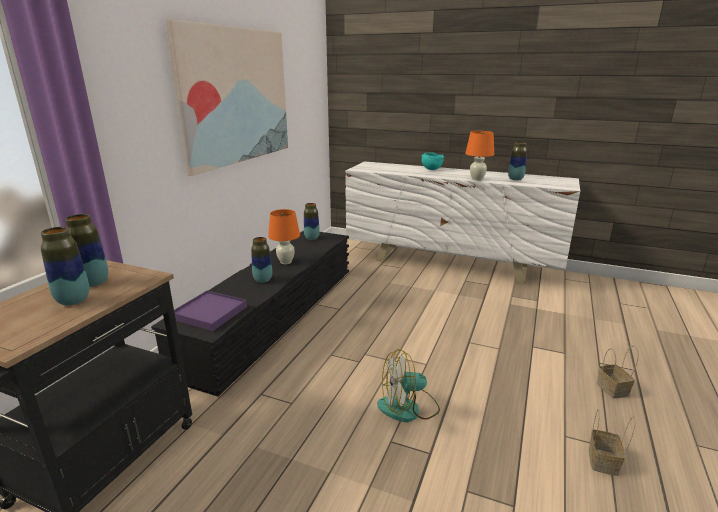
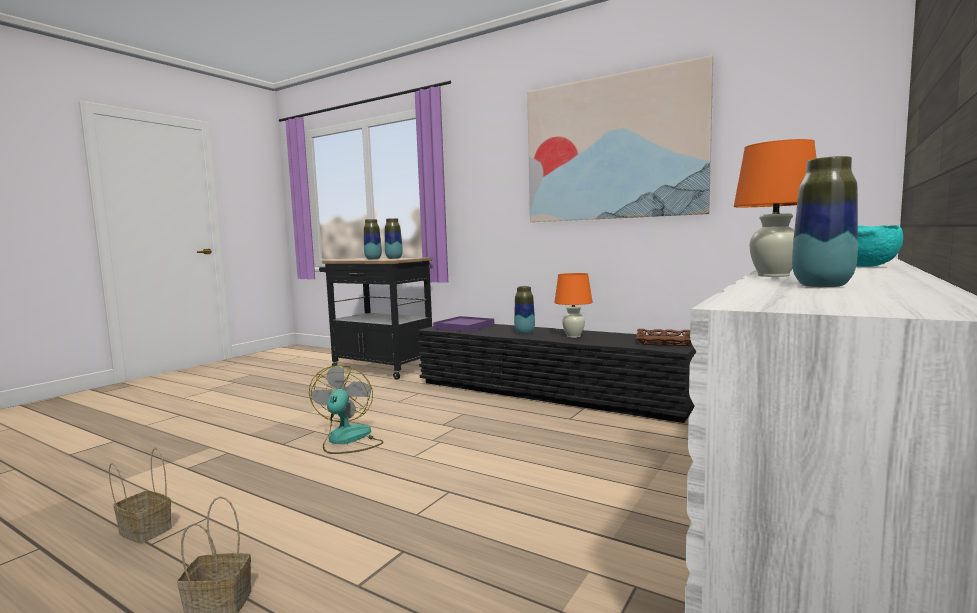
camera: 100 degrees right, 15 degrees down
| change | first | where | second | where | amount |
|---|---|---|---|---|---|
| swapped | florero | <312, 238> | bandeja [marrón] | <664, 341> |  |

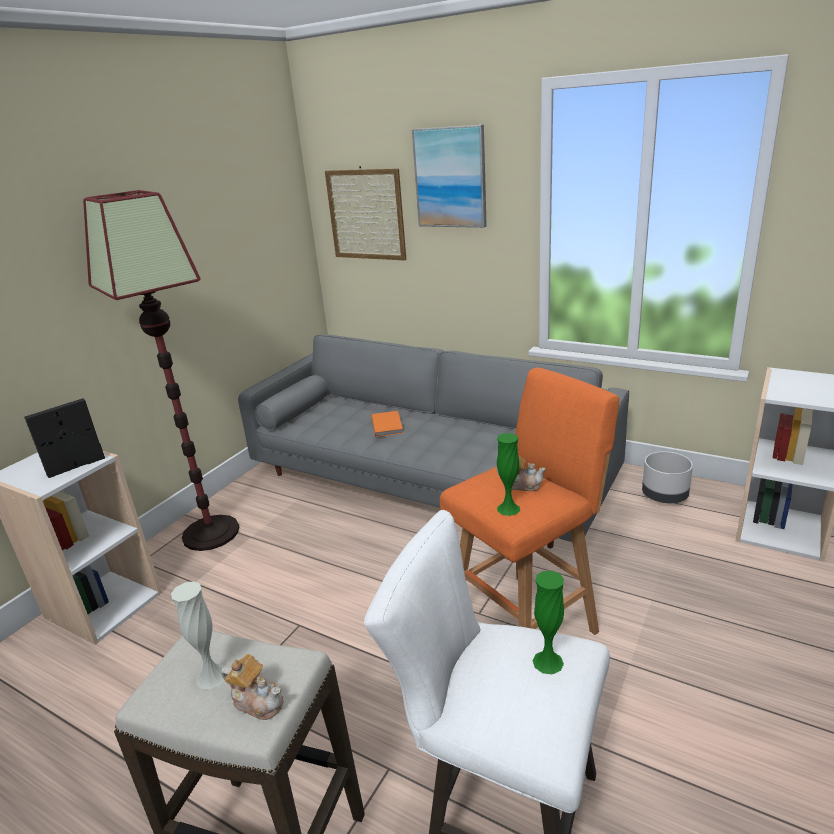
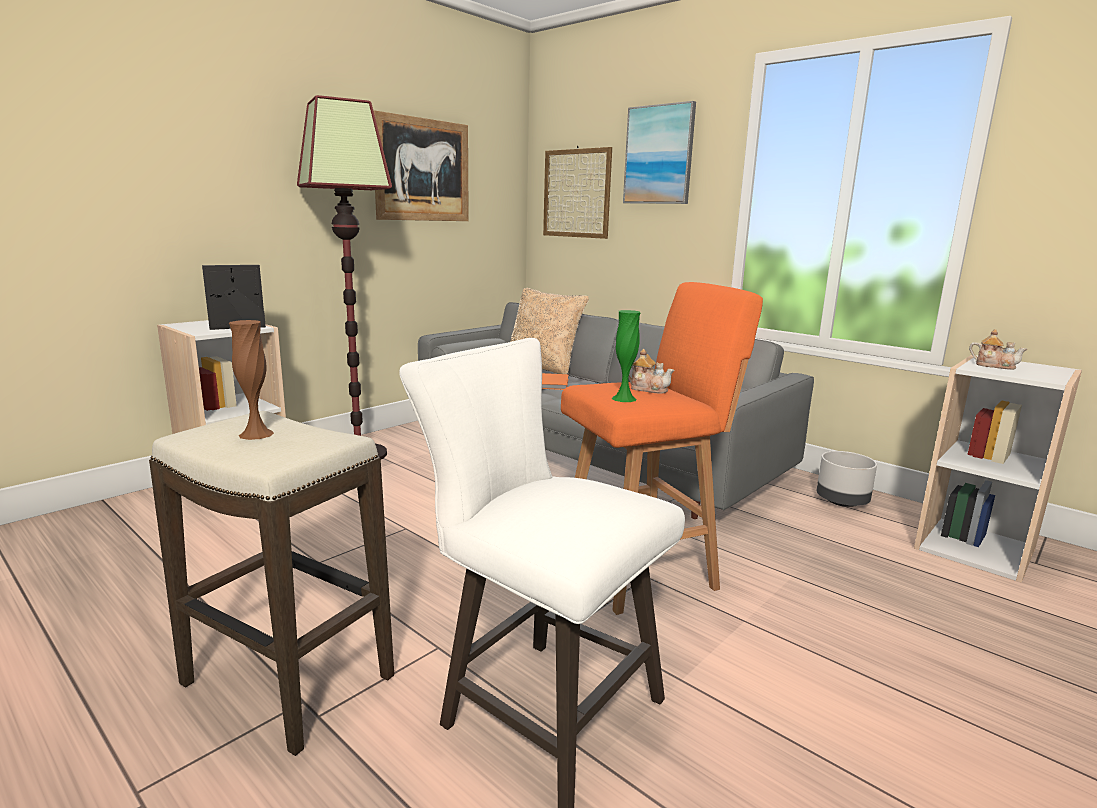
camera: 10 degrees right, 10 degrees down
| change | first | where | second | where | amount |
|---|---|---|---|---|---|
| gone | florero [verde] | <548, 662> |  |  |  |
| new |  |  | cuadro | <422, 170> |  |
| new |  |  | cojín [beis] | <543, 370> |  |
| shifted | tetera | <258, 701> |  | <994, 366> |  |
| repainted | florero [blanco] | <211, 676> | florero [marrón] | <256, 434> |  |

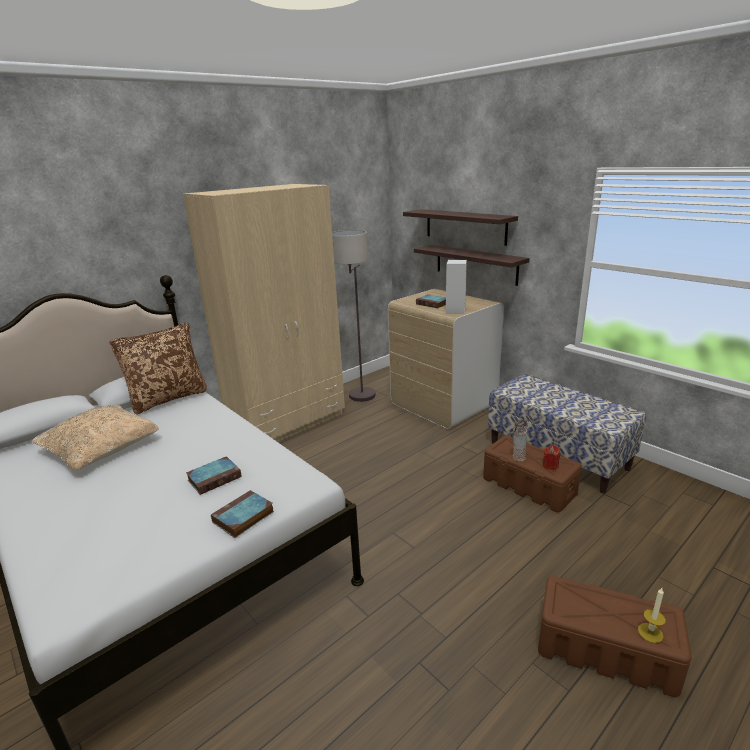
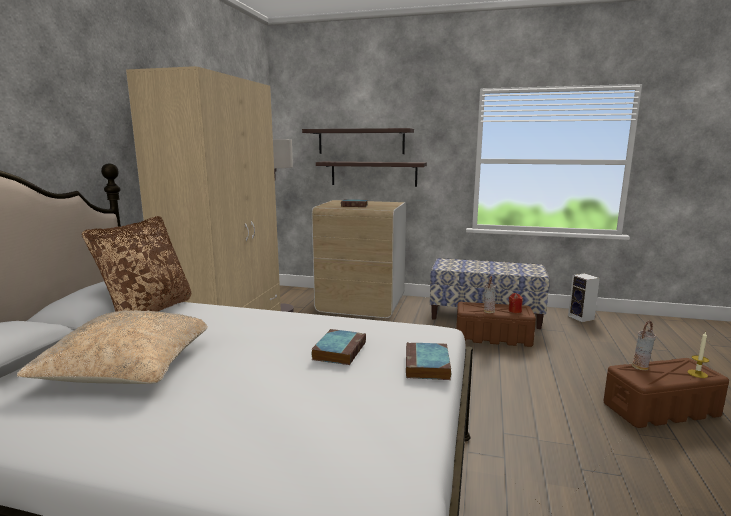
camera: 35 degrees left, 10 degrees down
| change | first | where | second | where | amount |
|---|---|---|---|---|---|
| new |  |  | florero | <640, 367> |  |
| shifted | altavoz | <456, 311> |  | <582, 318> |  |

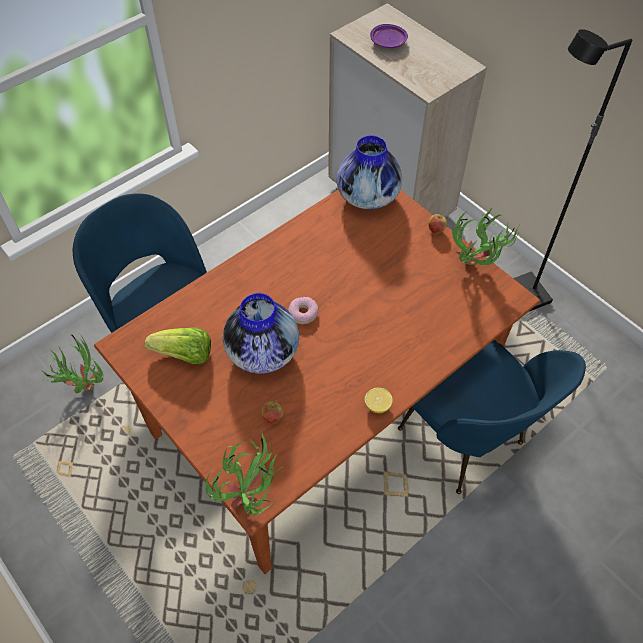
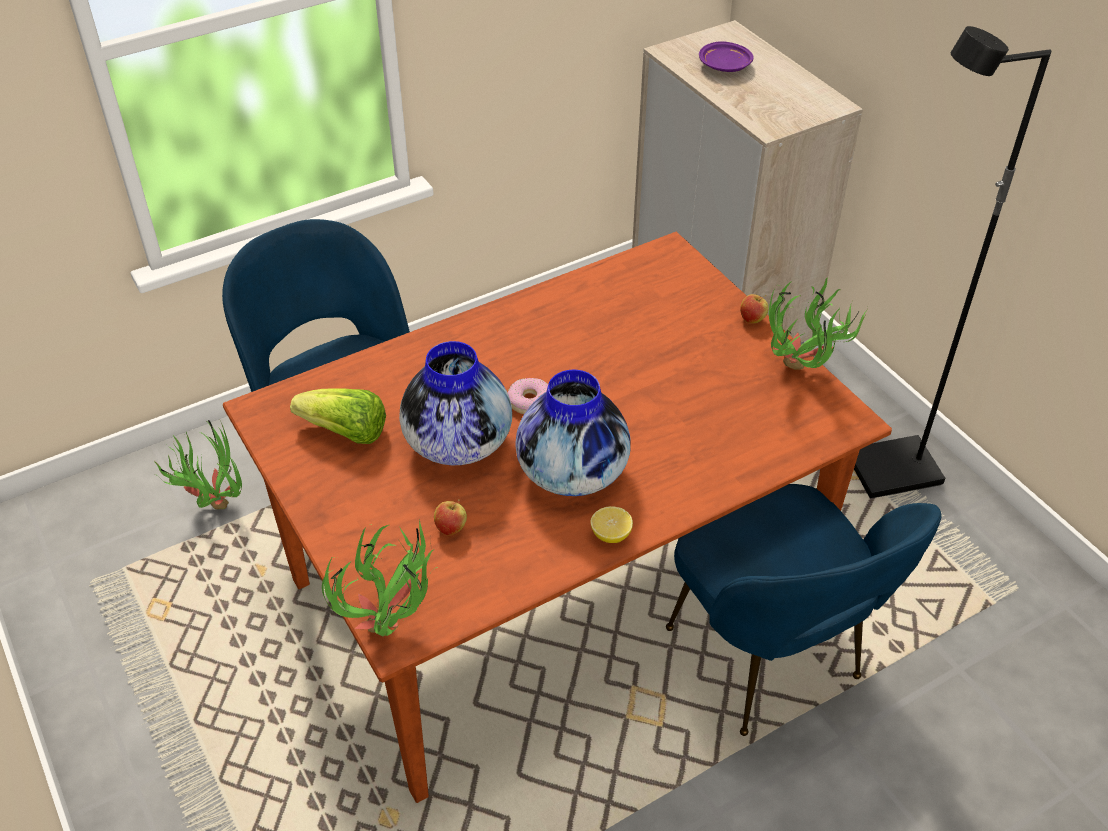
camera: 10 degrees right, 10 degrees down
| change | first | where | second | where | amount |
|---|---|---|---|---|---|
| shifted | florero | <368, 197> |  | <573, 473> |  |

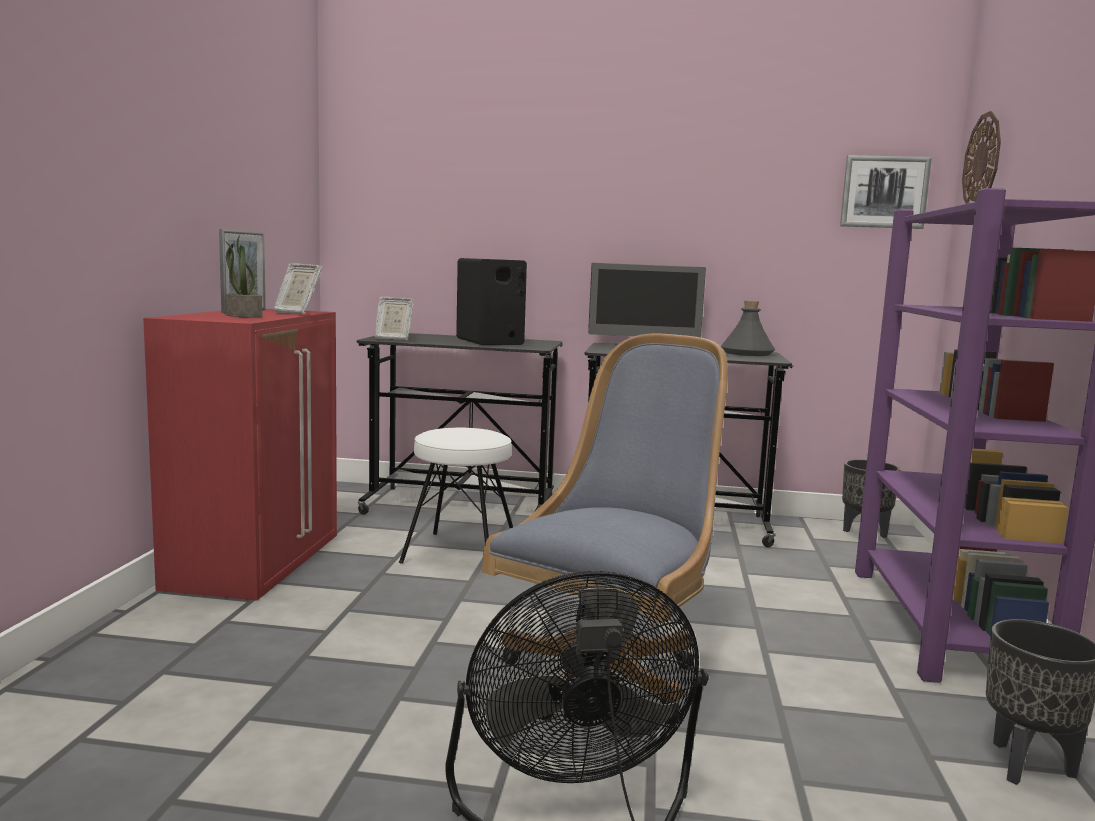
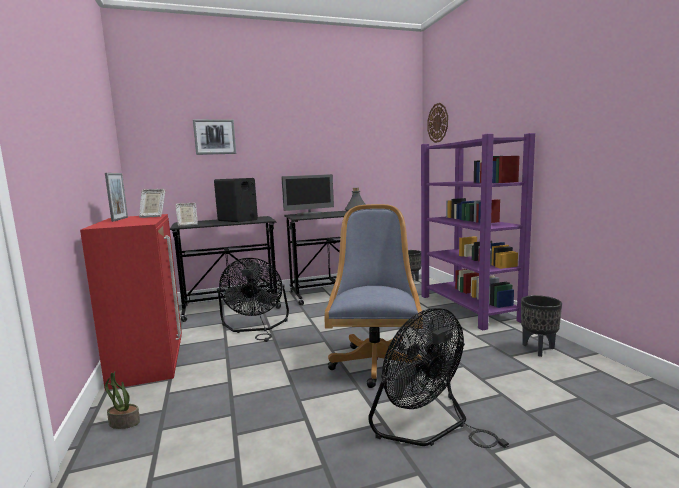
camera: 25 degrees left, 0 degrees up
| change | first | where | second | where | amount |
|---|---|---|---|---|---|
| shifted | planta en maceta | <242, 315> |  | <123, 423> |  |
| shifted | cuadro | <884, 192> |  | <214, 137> |  |
| swapped | taburete [blanco] | <460, 553> | ventilador [negro] | <255, 327> |  |

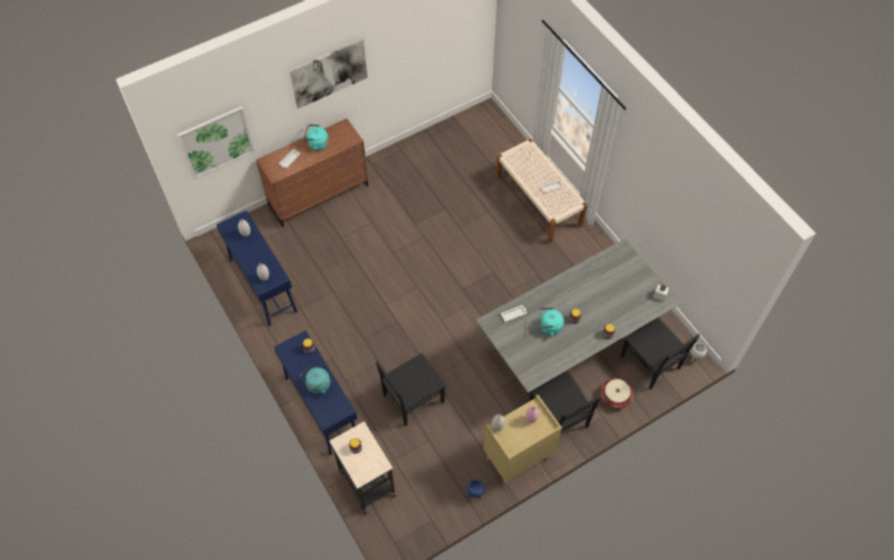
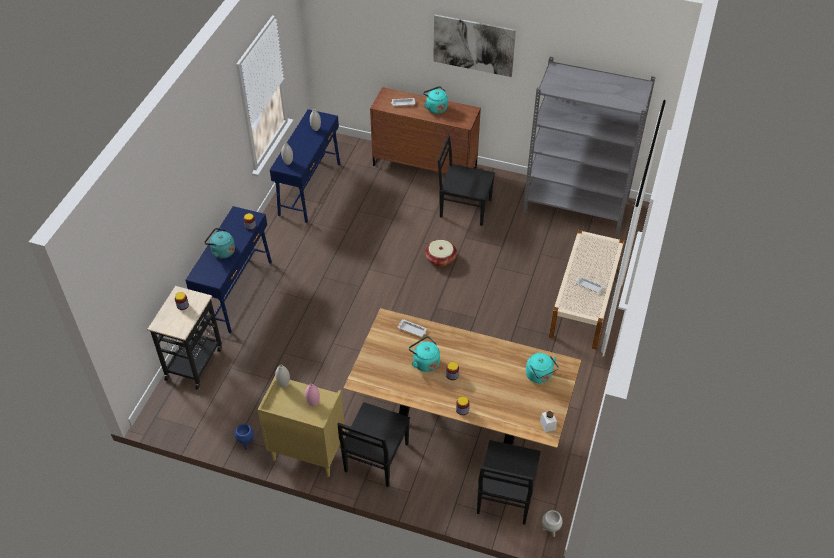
camera: 50 degrees right, 10 degrees down
| change | first | where | second | where | amount |
|---|---|---|---|---|---|
| gone | cuadro | <216, 142> |  |  |  |
| new |  |  | estantería [gris] | <575, 205> |  |
| new |  |  | hervidor [turquesa] | <540, 376> |  |
| shifted | silla [negro] | <412, 399> |  | <464, 208> |  |
| shifted | cesta | <615, 397> |  | <440, 259> |  |
| repainted | mesa de comedor [gris] | <570, 344> | mesa de comedor [marrón] | <461, 419> |  |

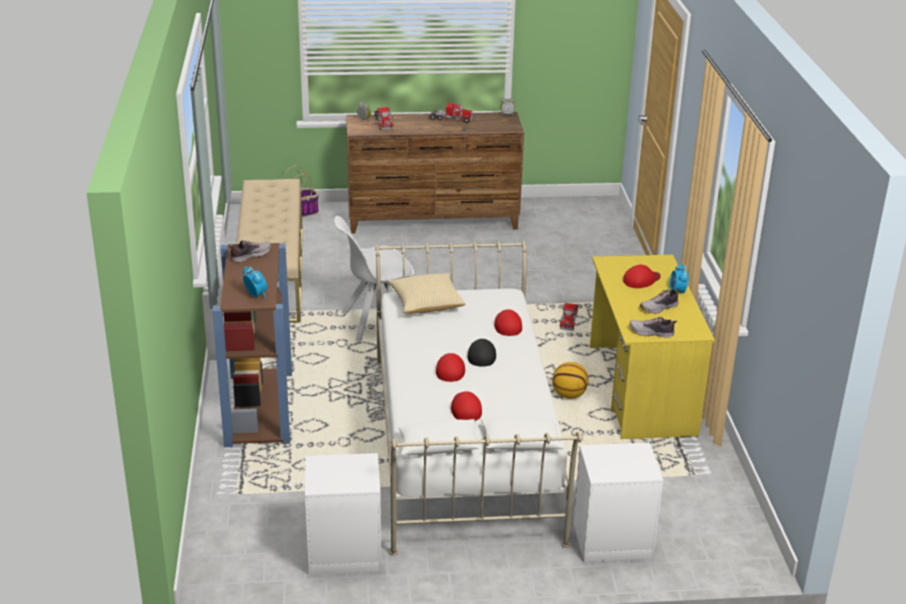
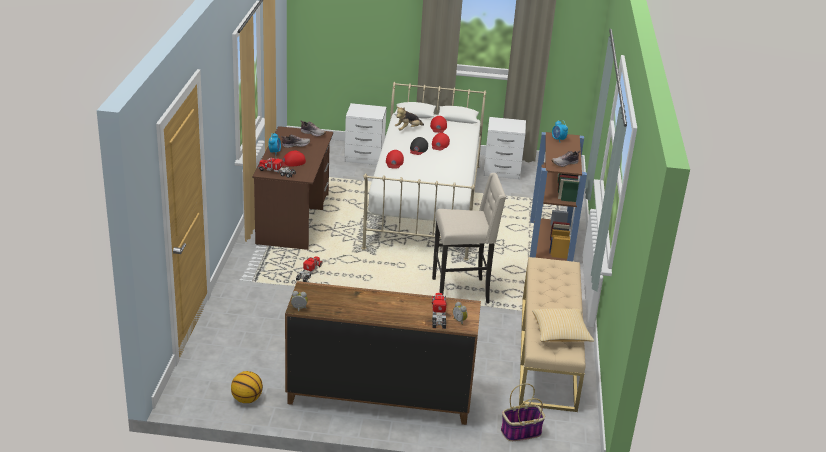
camera: 170 degrees left, 0 degrees up
| change | first | where | second | where | amount |
|---|---|---|---|---|---|
| new |  |  | peluche | <408, 129> |  |
| shifted | cojín | <426, 303> |  | <560, 334> |  |
| shifted | camión de juguete | <450, 119> |  | <277, 172> |  |
| shifted | balón de baloncesto | <569, 395> |  | <247, 399> |  |
| swapped | silla [blanco] | <376, 323> | taburete [beis] | <462, 291> |  |
| repainted | escritorio [amarillo] | <641, 390> | escritorio [marrón] | <293, 218> |  |

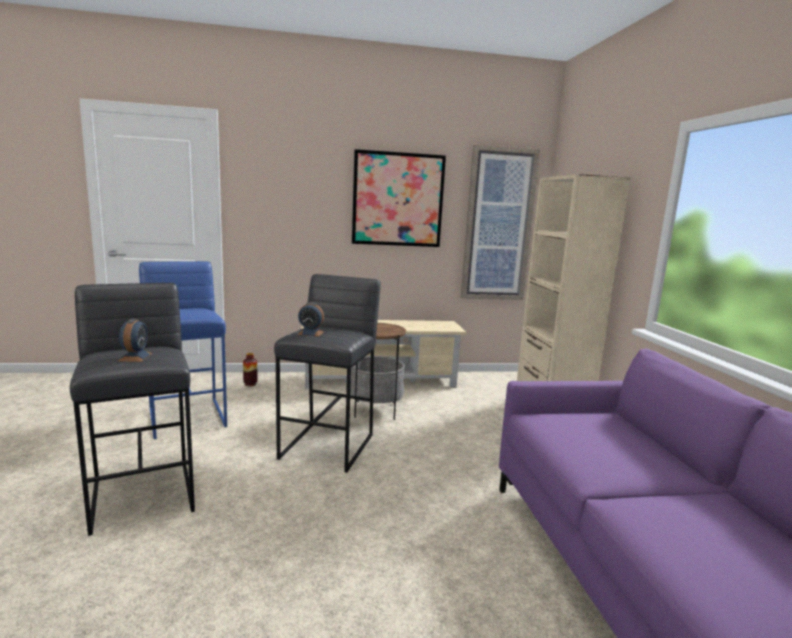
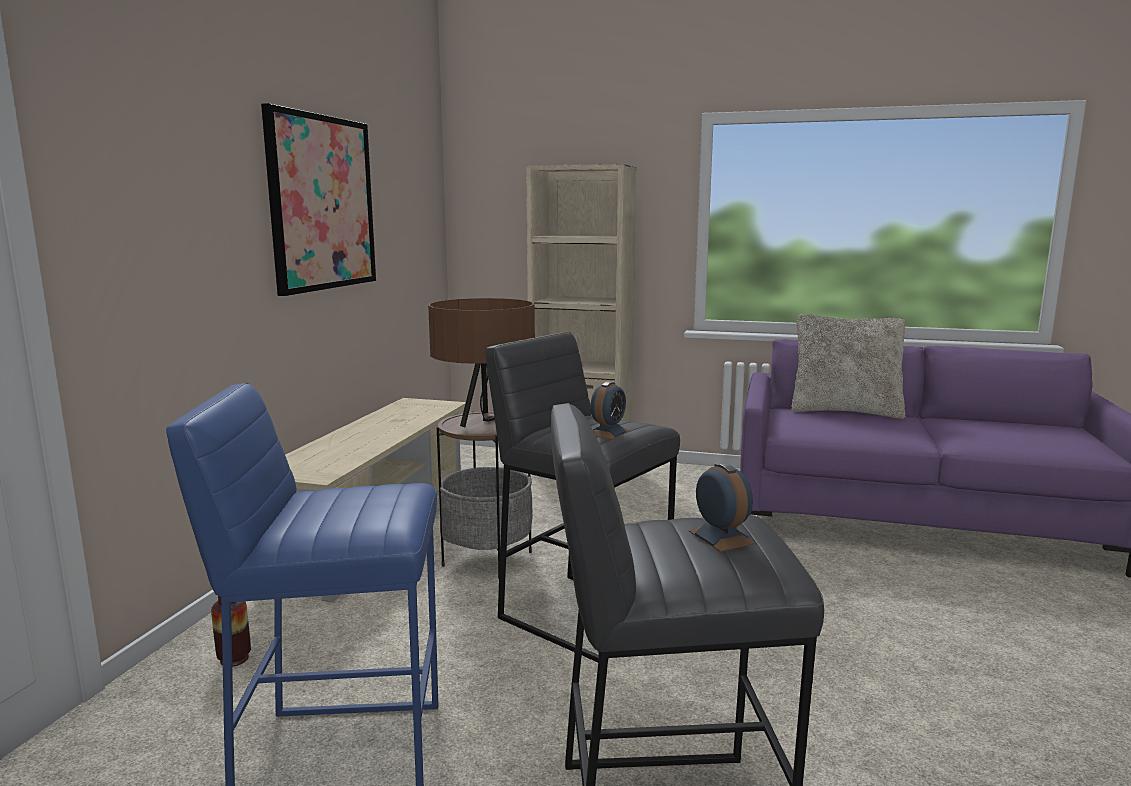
camera: 65 degrees left, 0 degrees up
| change | first | where | second | where | amount |
|---|---|---|---|---|---|
| gone | cuadro | <498, 225> |  |  |  |
| new |  |  | lámpara de mesa [marrón] | <484, 421> |  |
| new |  |  | cojín [beis] | <845, 410> |  |
| rotated | despertador | <135, 357> |  | <721, 537> | 45 degrees clockwise |

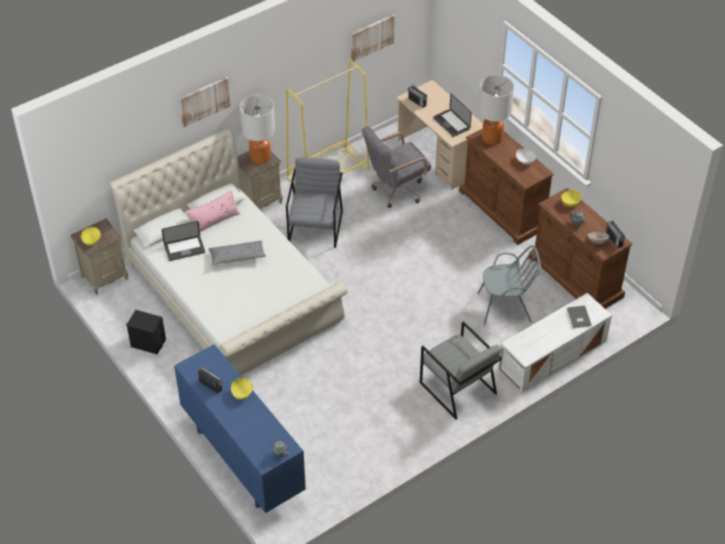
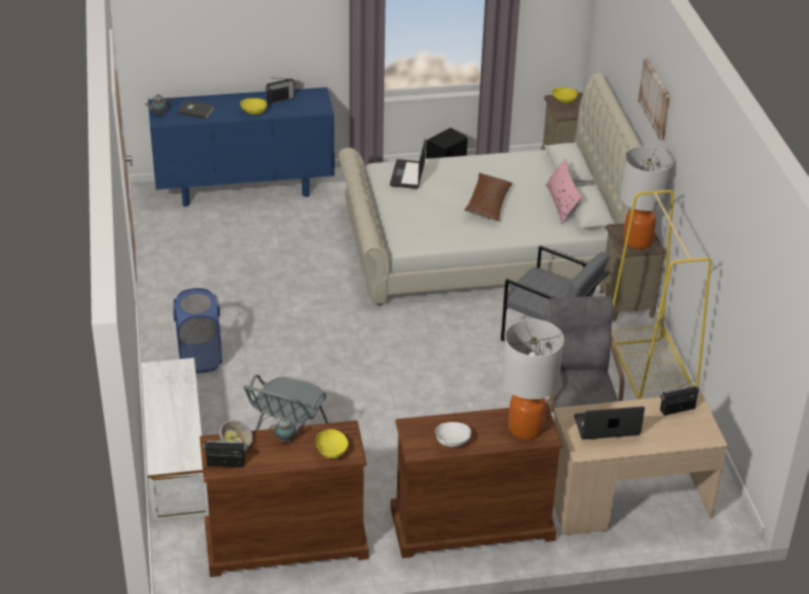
camera: 115 degrees right, 10 degrees down
| change | first | where | second | where | amount |
|---|---|---|---|---|---|
| gone | cuadro | <372, 37> |  |  |  |
| shifted | portátil | <184, 249> |  | <407, 175> |  |
| shifted | libro [gris] | <578, 318> |  | <196, 110> |  |
| swapped | sillón [gris] | <457, 388> | cesto de la ropa [azul] | <200, 358> |  |
| repainted | cojín [gris] | <237, 257> | cojín [marrón] | <488, 203> |  |

